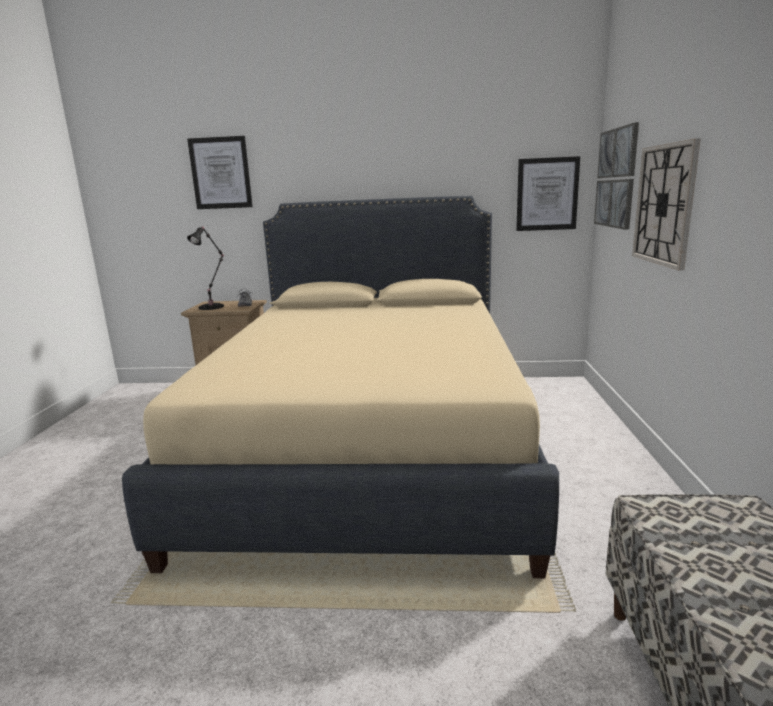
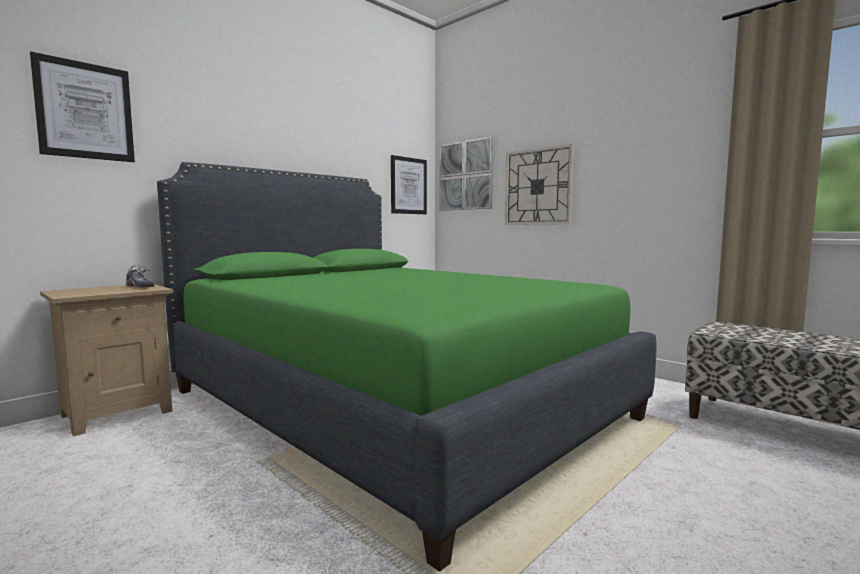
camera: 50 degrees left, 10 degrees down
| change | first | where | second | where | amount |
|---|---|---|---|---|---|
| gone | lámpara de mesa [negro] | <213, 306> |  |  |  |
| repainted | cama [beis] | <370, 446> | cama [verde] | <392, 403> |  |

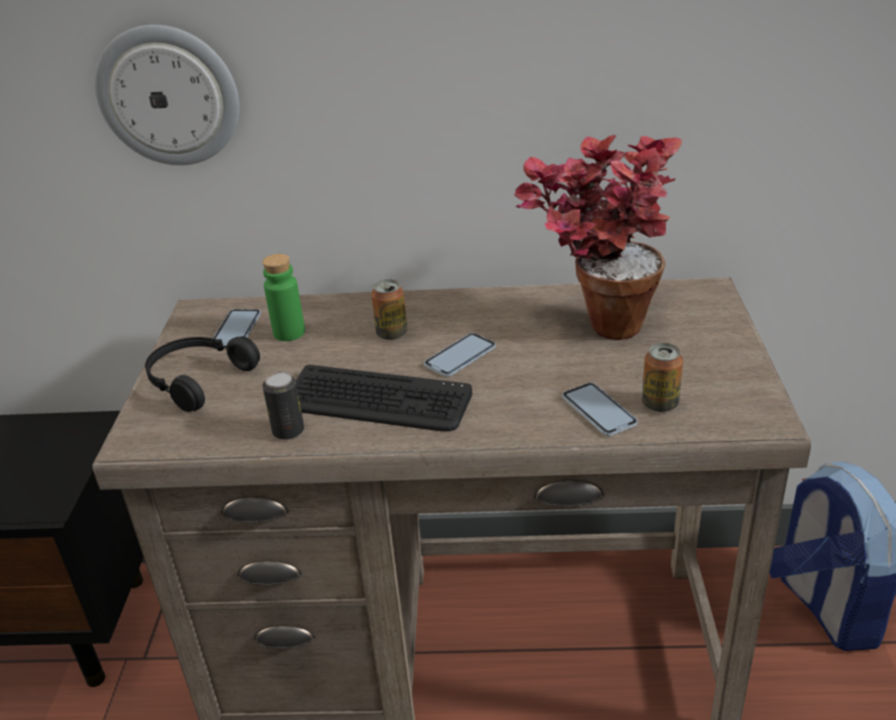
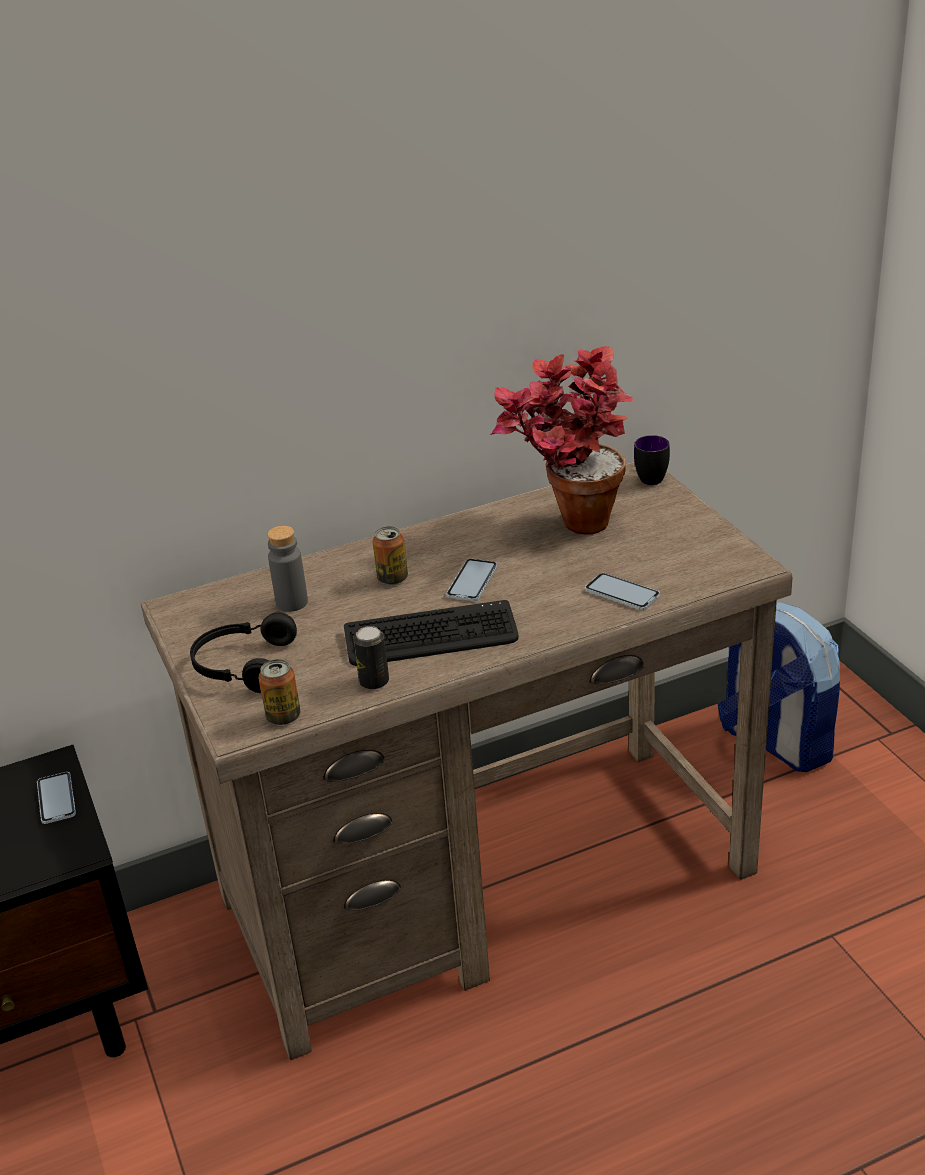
camera: 25 degrees left, 0 degrees up
| change | first | where | second | where | amount |
|---|---|---|---|---|---|
| gone | reloj de pared | <169, 96> |  |  |  |
| new |  |  | taza grande | <651, 476> |  |
| shifted | móvil | <236, 330> |  | <56, 799> |  |
| shifted | lata | <659, 404> |  | <283, 716> |  |
| repainted | botella [verde] | <289, 332> | botella [gris] | <292, 602> |  |

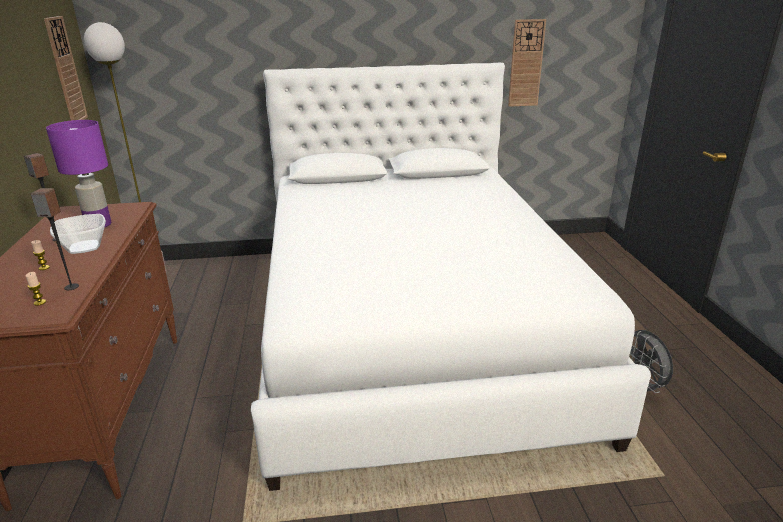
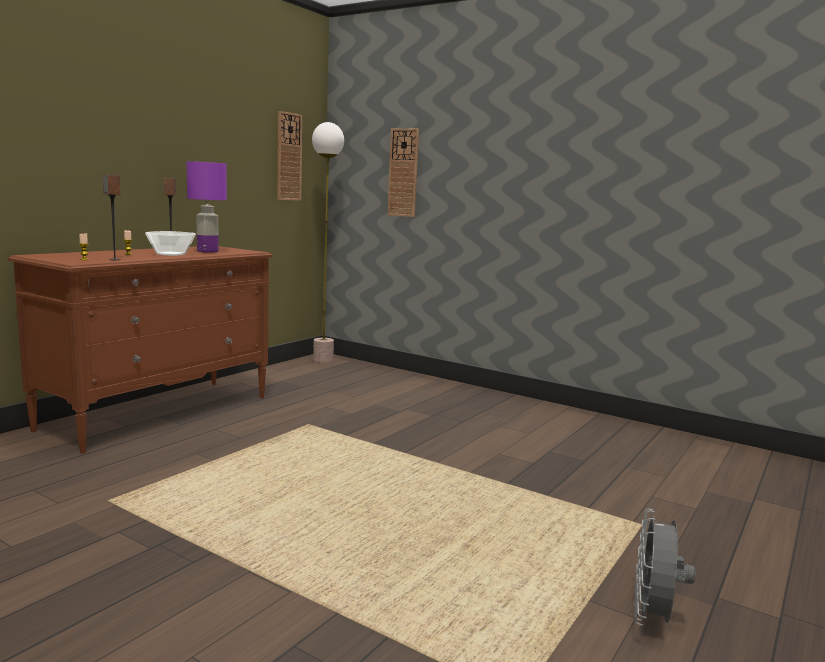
camera: 40 degrees right, 15 degrees down
| change | first | where | second | where | amount |
|---|---|---|---|---|---|
| gone | cama [blanco] | <412, 327> |  |  |  |
| shifted | reloj de pared | <526, 63> |  | <403, 172> |  |

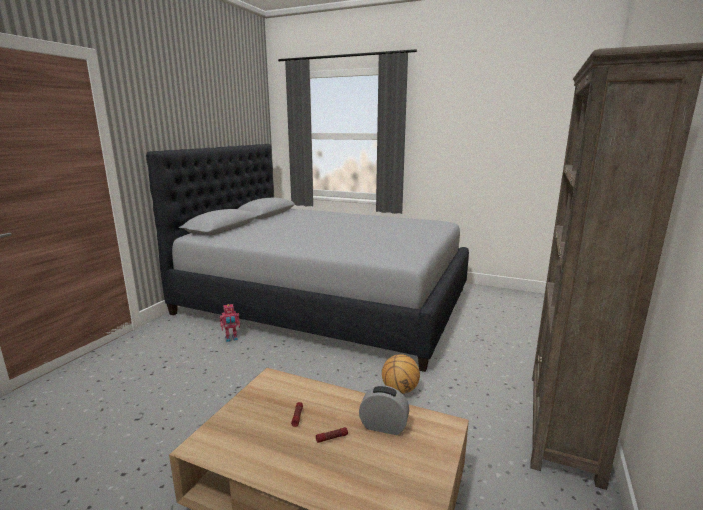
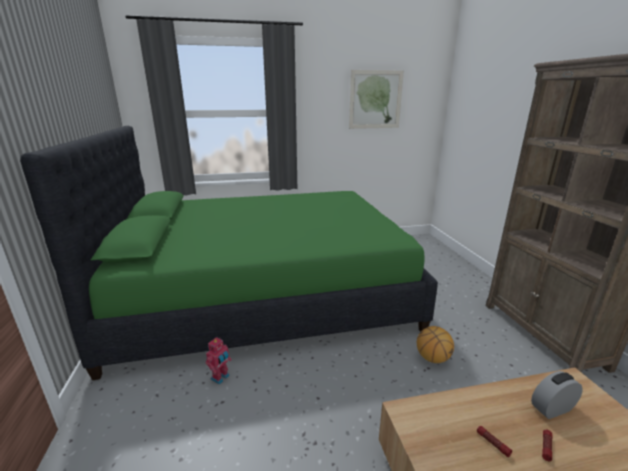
camera: 35 degrees left, 5 degrees up
| change | first | where | second | where | amount |
|---|---|---|---|---|---|
| new |  |  | cuadro | <375, 100> |  |
| repainted | cama [gris] | <325, 301> | cama [verde] | <265, 293> |  |

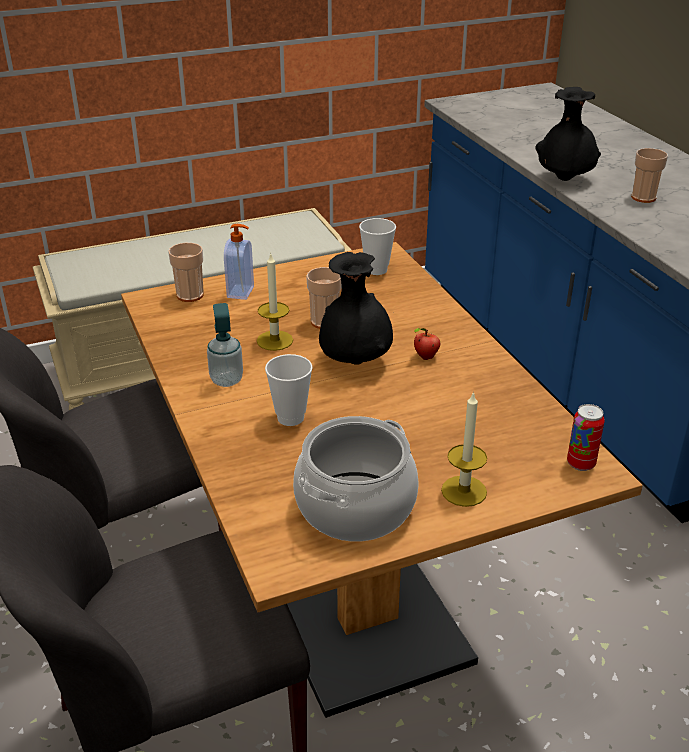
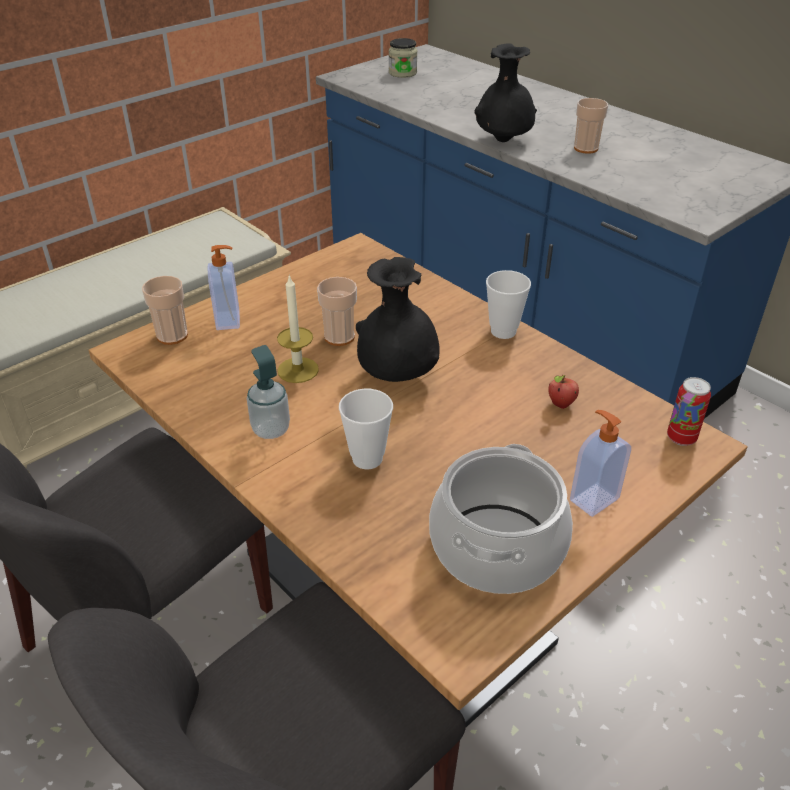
camera: 20 degrees left, 5 degrees up
| change | first | where | second | where | amount |
|---|---|---|---|---|---|
| new |  |  | tarro | <402, 73> |  |
| shifted | taza | <376, 270> |  | <503, 331> |  |
| shifted | manzana | <425, 357> |  | <561, 405> |  |
| swapped | vela | <464, 491> | dispensador de jabón | <593, 498> |  |

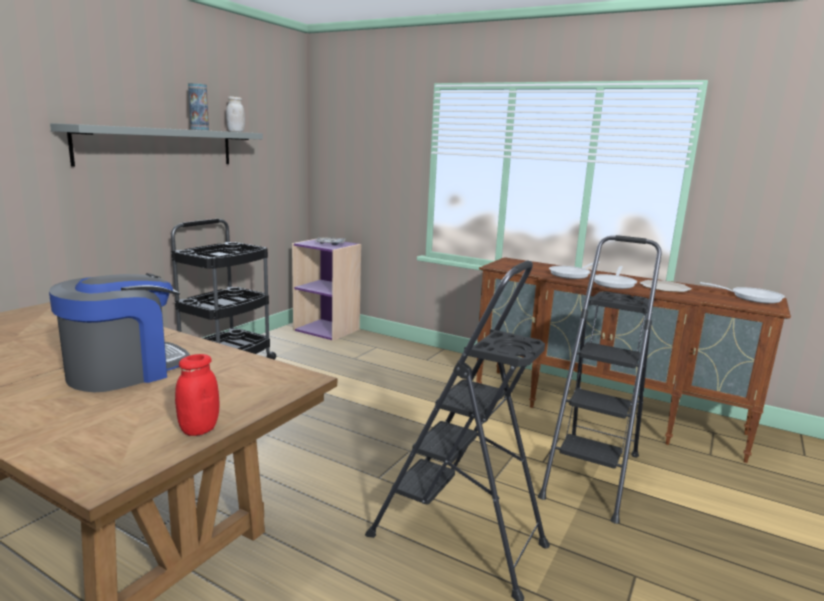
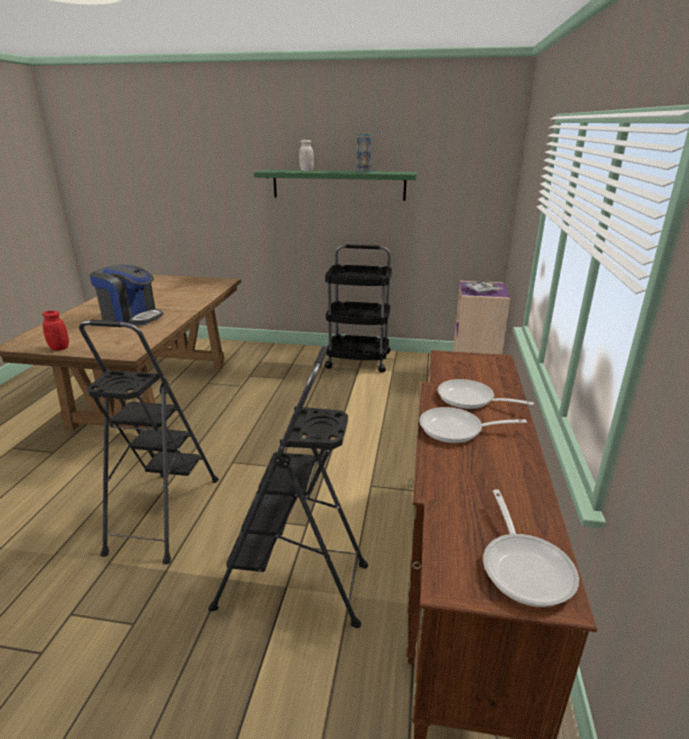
camera: 70 degrees right, 10 degrees up
| change | first | where | second | where | amount |
|---|---|---|---|---|---|
| gone | plato | <664, 287> |  |  |  |
| shifted | tarro [blanco] | <236, 131> |  | <306, 171> |  |
| repainted | estante [gris] | <158, 146> | estante [verde] | <338, 184> |  |

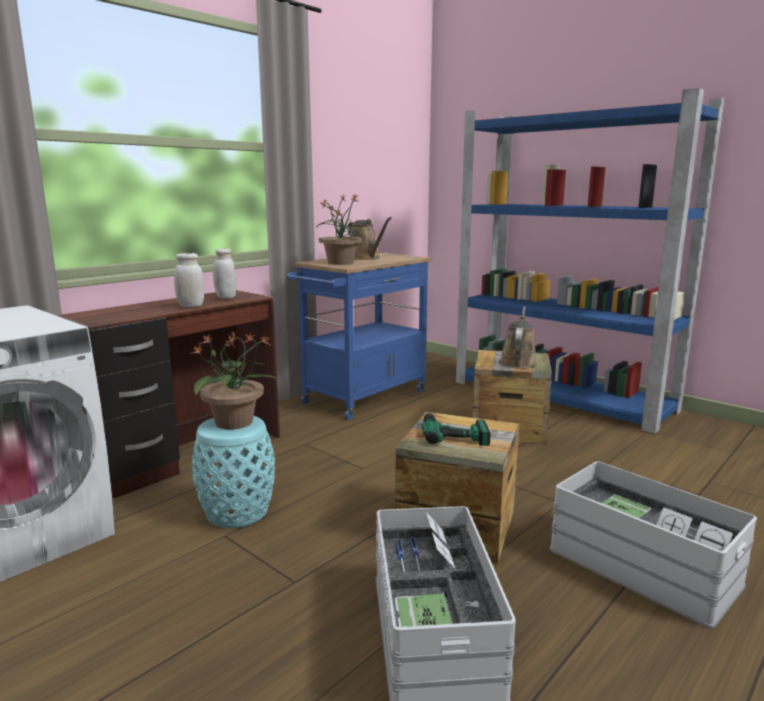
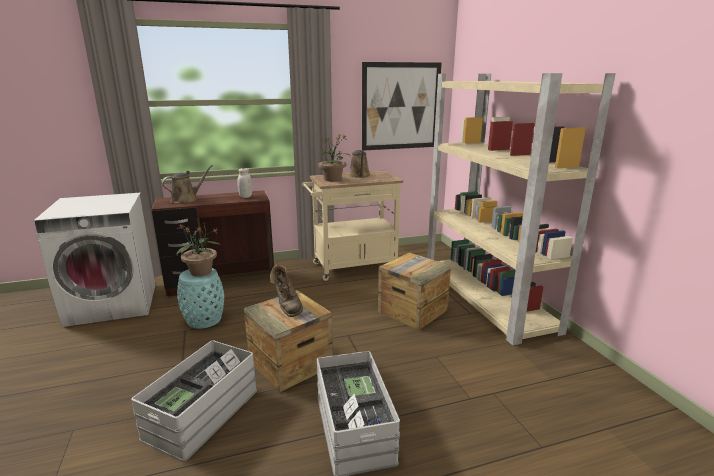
camera: 30 degrees right, 5 degrees up
| change | first | where | second | where | amount |
|---|---|---|---|---|---|
| gone | tarro [blanco] | <191, 306> |  |  |  |
| new |  |  | cuadro | <401, 106> |  |
| shifted | regadera [marrón] | <518, 362> |  | <186, 199> |  |
| swapped | taladro | <452, 431> | bota [marrón] | <287, 306> |  |
| repainted | carrito [azul] | <362, 398> | carrito [beis] | <351, 267> |  |
| repainted | estantería [azul] | <560, 396> | estantería [beis] | <486, 297> |  |

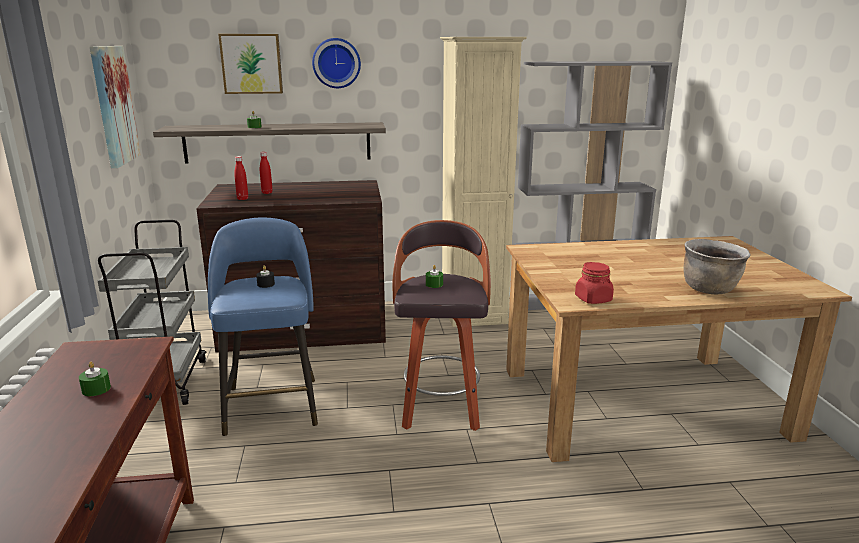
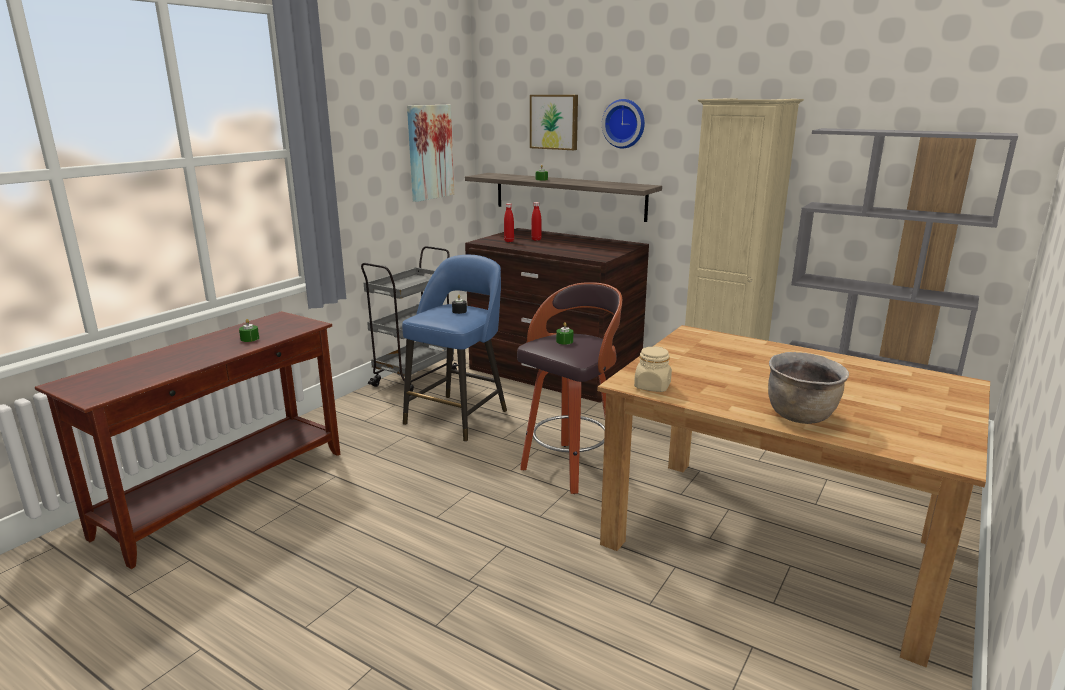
camera: 40 degrees right, 0 degrees up
| change | first | where | second | where | amount |
|---|---|---|---|---|---|
| repainted | tarro [rojo] | <593, 299> | tarro [beis] | <652, 386> |  |

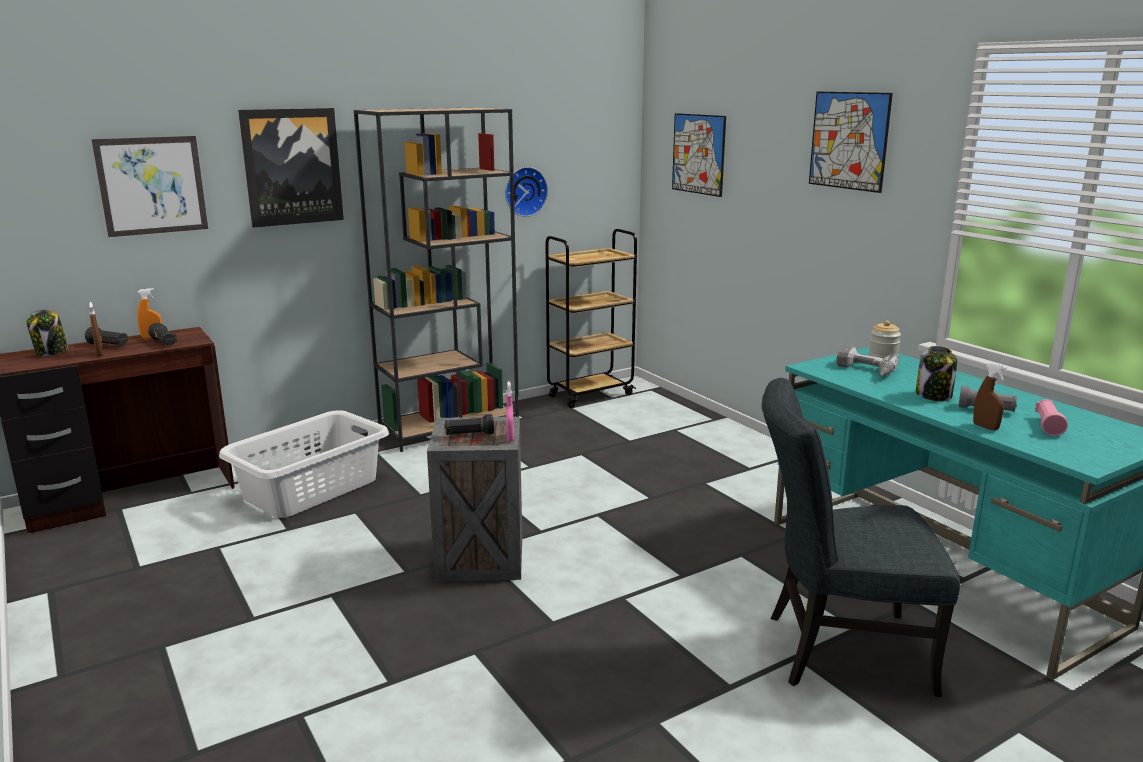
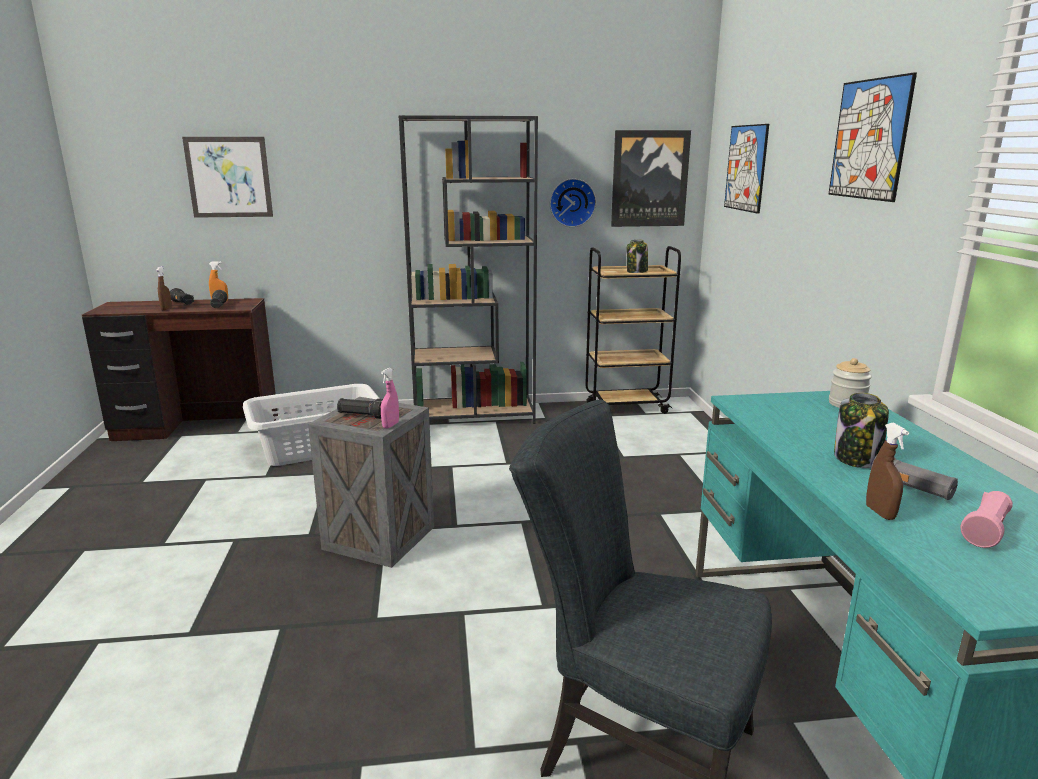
camera: 25 degrees right, 0 degrees up
| change | first | where | second | where | amount |
|---|---|---|---|---|---|
| gone | taladro | <864, 370> |  |  |  |
| shifted | tarro | <51, 352> |  | <637, 271> |  |
| shifted | cuadro | <292, 167> |  | <649, 179> |  |

